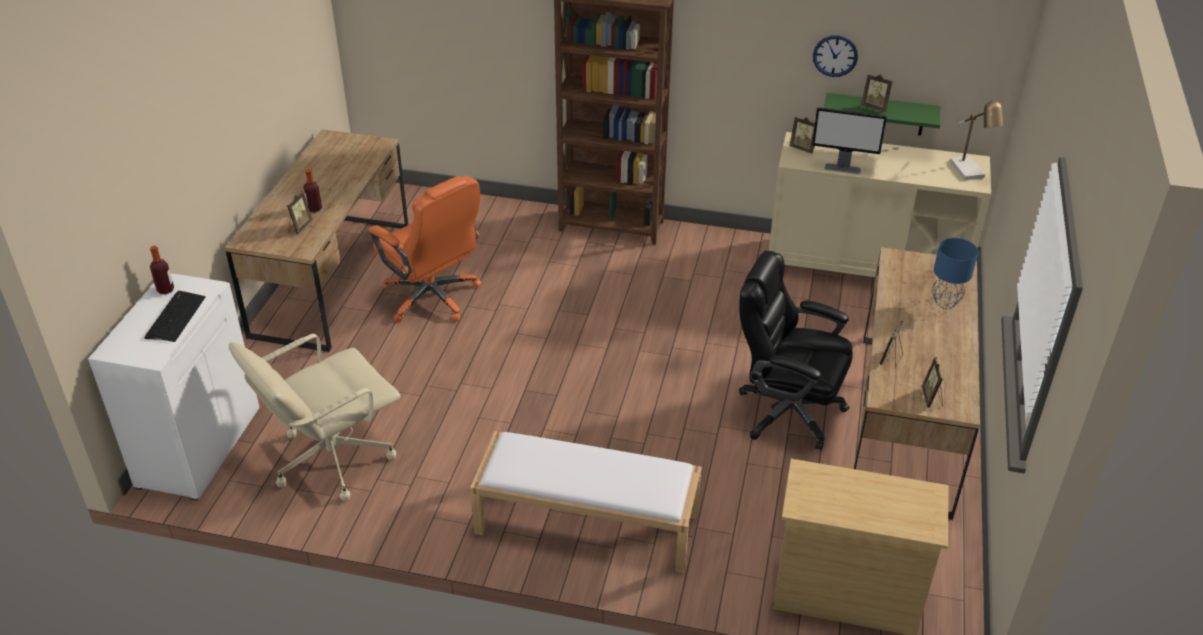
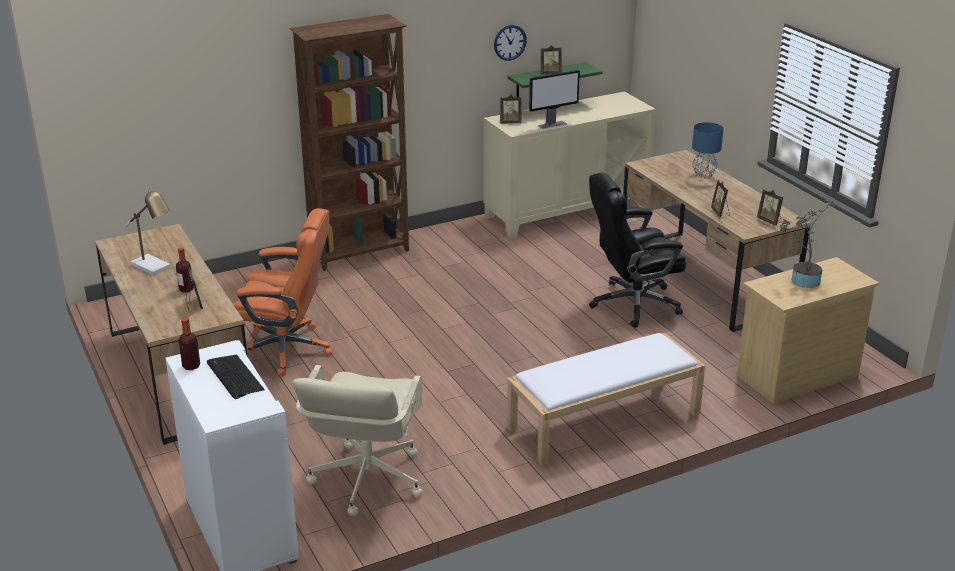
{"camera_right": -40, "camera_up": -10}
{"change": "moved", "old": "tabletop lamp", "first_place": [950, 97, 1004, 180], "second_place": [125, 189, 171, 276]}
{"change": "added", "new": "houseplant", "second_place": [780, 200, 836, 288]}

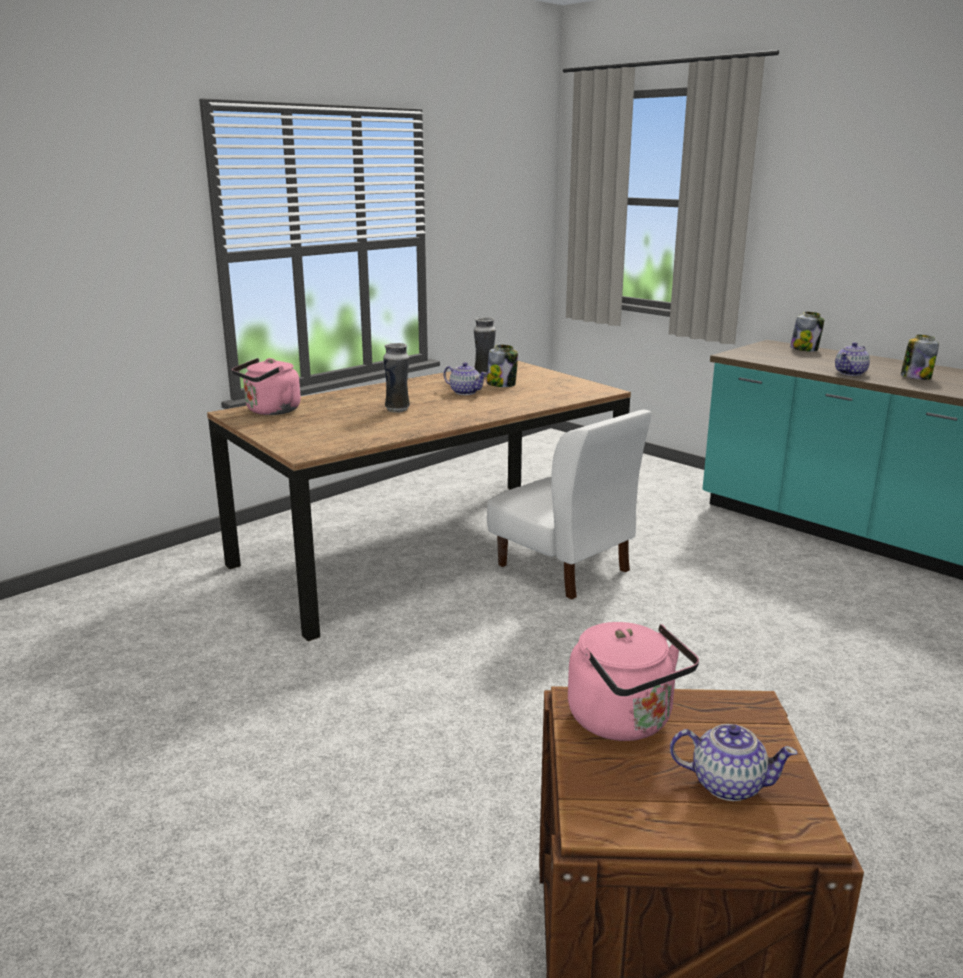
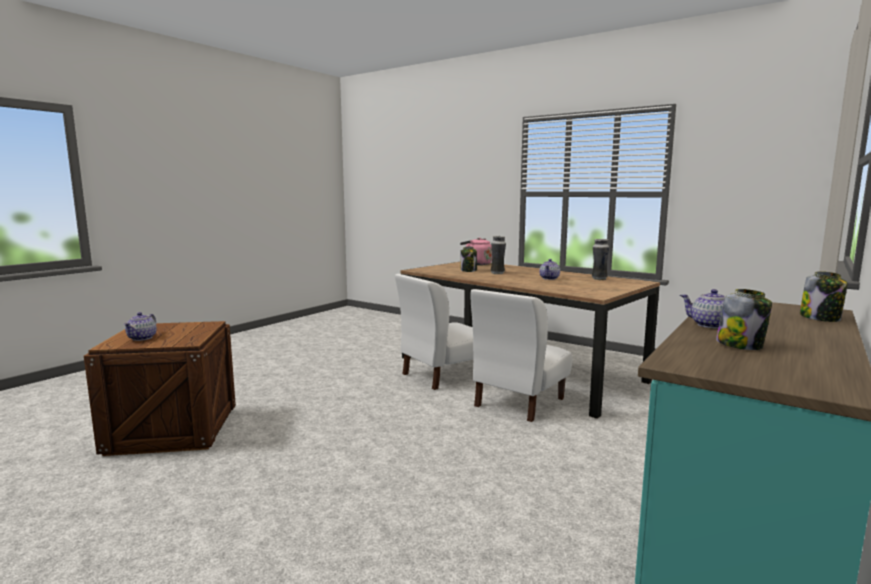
{"camera_right": 80, "camera_up": -10}
{"change": "moved", "old": "storage jar", "first_place": [486, 345, 518, 387], "second_place": [460, 246, 477, 272]}
{"change": "removed", "old": "pink tea kettle", "first_place": [568, 622, 699, 741]}
{"change": "added", "new": "white plain chair", "second_place": [395, 274, 473, 390]}

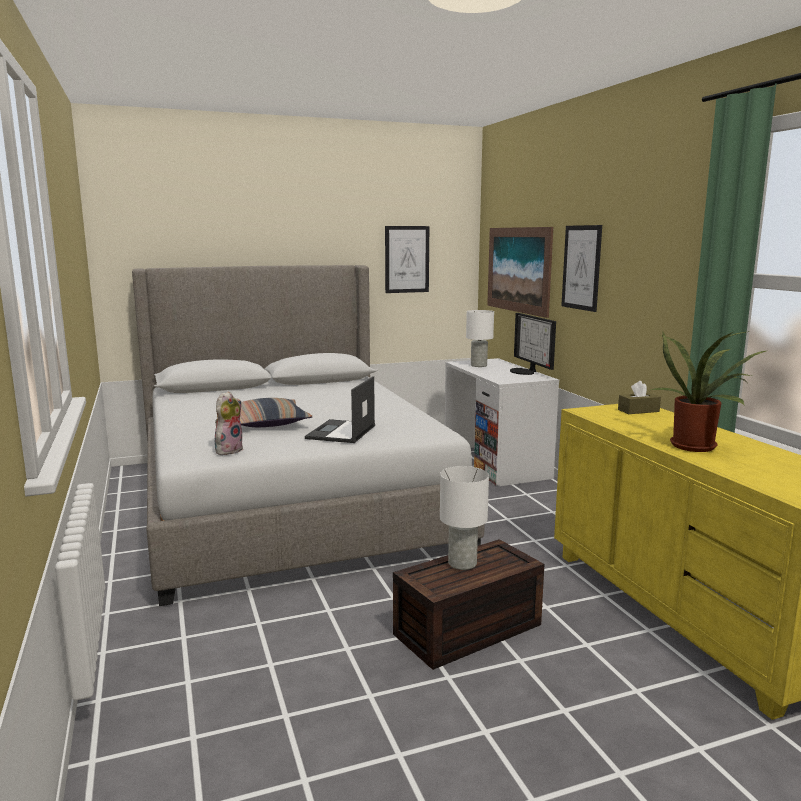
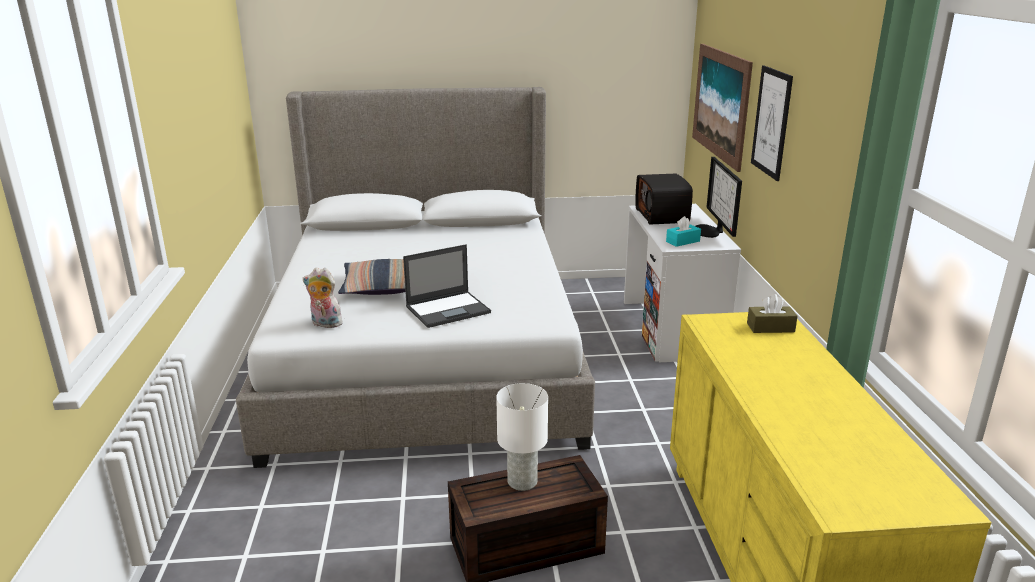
{"camera_right": 15, "camera_up": 10}
{"change": "turned", "old": "plush toy", "first_place": [215, 391, 243, 455], "second_place": [303, 267, 343, 328], "degrees": -120}
{"change": "turned", "old": "laptop", "first_place": [305, 376, 375, 443], "second_place": [403, 244, 491, 328], "degrees": -150}
{"change": "removed", "old": "wall art", "first_place": [385, 226, 429, 293]}
{"change": "replaced", "old": "white tabletop lamp", "new": "radio", "first_place": [466, 310, 494, 367], "second_place": [635, 174, 693, 225]}
{"change": "removed", "old": "houseplant", "first_place": [651, 331, 766, 452]}
{"change": "added", "new": "turquoise-coloured tissue holder", "second_place": [666, 216, 701, 247]}

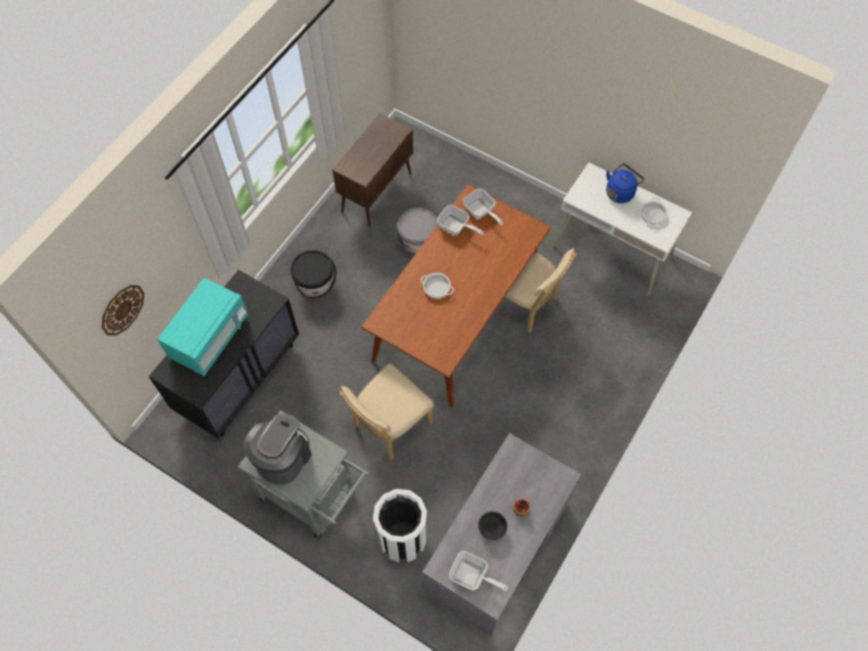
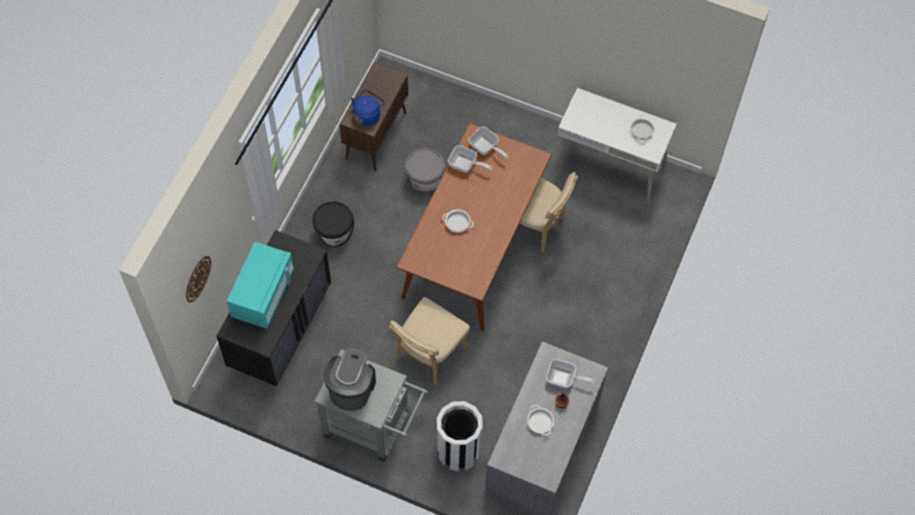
{"camera_right": -10, "camera_up": 0}
{"change": "moved", "old": "pan", "first_place": [449, 551, 508, 591], "second_place": [546, 359, 595, 388]}
{"change": "replaced", "old": "blackish bowl", "new": "saucepot", "first_place": [478, 511, 507, 540], "second_place": [527, 405, 554, 436]}
{"change": "moved", "old": "blue tea kettle", "first_place": [606, 164, 644, 203], "second_place": [351, 90, 385, 126]}

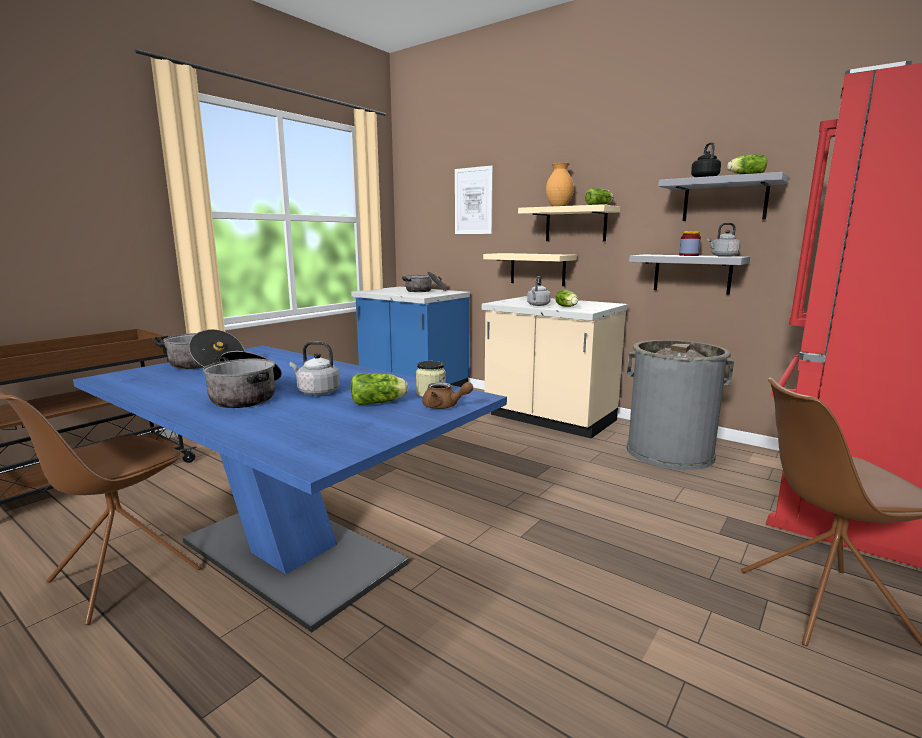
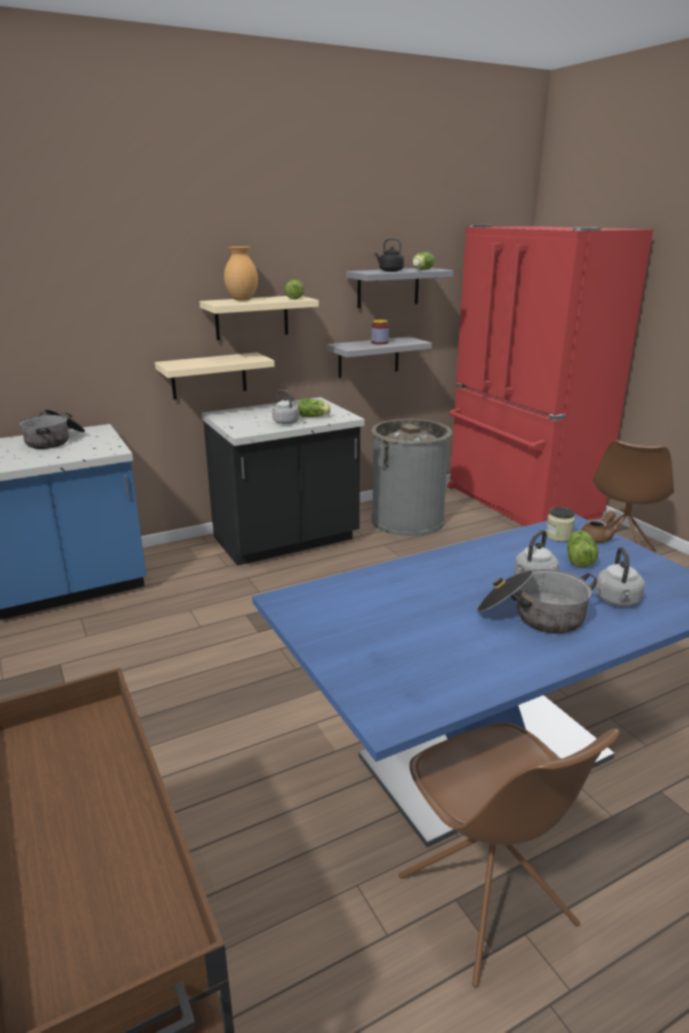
{"camera_right": -65, "camera_up": 10}
{"change": "removed", "old": "saucepot", "first_place": [153, 329, 245, 369]}
{"change": "removed", "old": "wall art", "first_place": [455, 166, 493, 234]}
{"change": "recoloured", "old": "beige-coloured kitchen base unit", "new": "blackish kitchen base unit", "first_place": [482, 296, 628, 438], "second_place": [201, 397, 365, 566]}
{"change": "moved", "old": "gray tea kettle", "first_place": [708, 223, 741, 257], "second_place": [595, 547, 645, 606]}

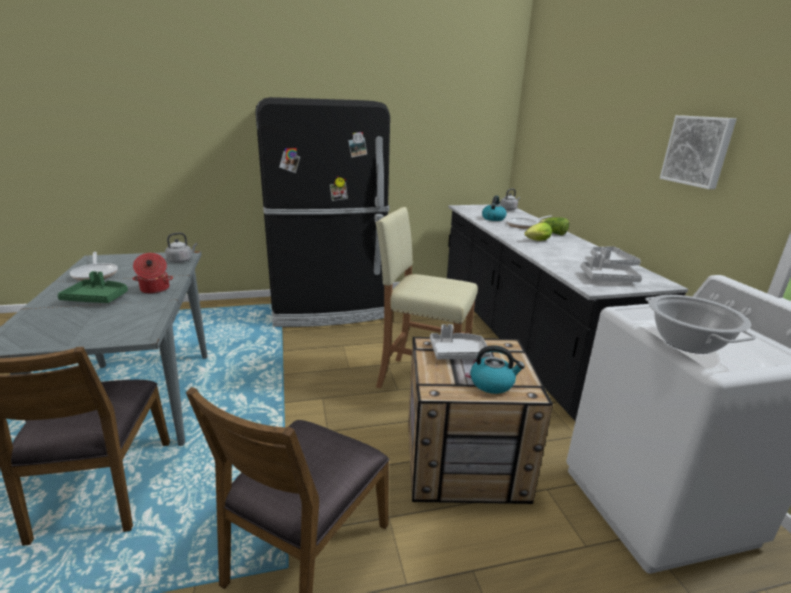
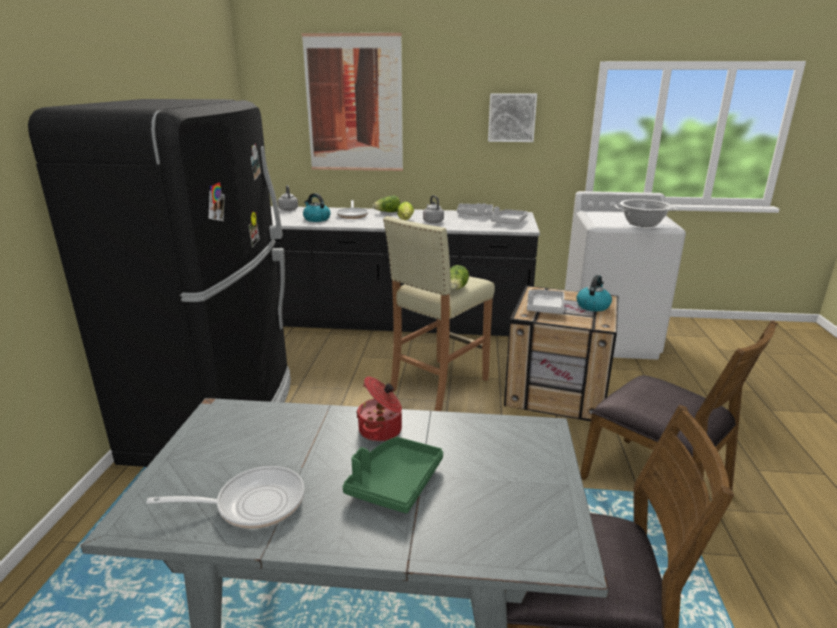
{"camera_right": -70, "camera_up": 0}
{"change": "moved", "old": "gray tea kettle", "first_place": [165, 232, 198, 263], "second_place": [423, 195, 444, 223]}
{"change": "added", "new": "wall art", "second_place": [302, 32, 403, 171]}
{"change": "added", "new": "lettuce", "second_place": [450, 265, 469, 290]}

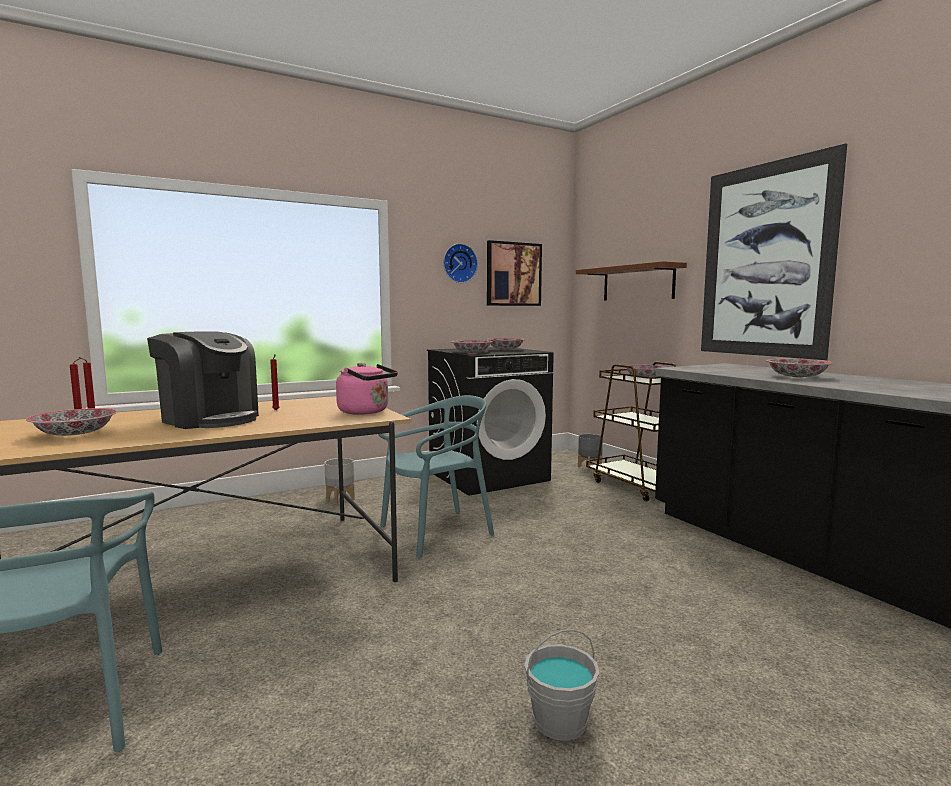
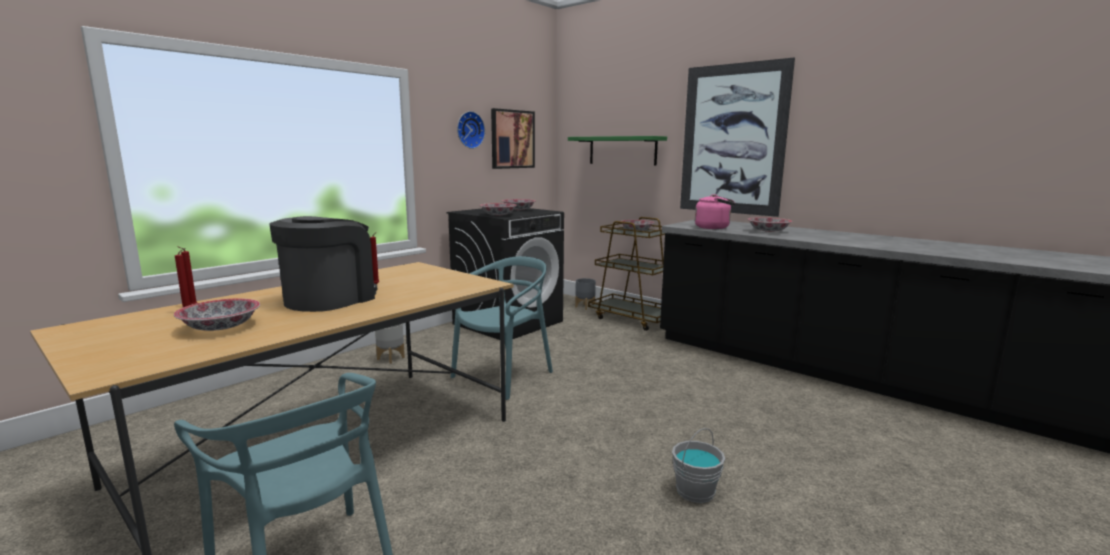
{"camera_right": -20, "camera_up": 5}
{"change": "turned", "old": "coffee machine", "first_place": [147, 331, 259, 429], "second_place": [269, 216, 377, 312], "degrees": -75}
{"change": "moved", "old": "pink tea kettle", "first_place": [336, 363, 398, 415], "second_place": [695, 194, 735, 229]}
{"change": "recoloured", "old": "brown-coloured wall shelf", "new": "green wall shelf", "first_place": [576, 261, 687, 301], "second_place": [568, 136, 667, 165]}

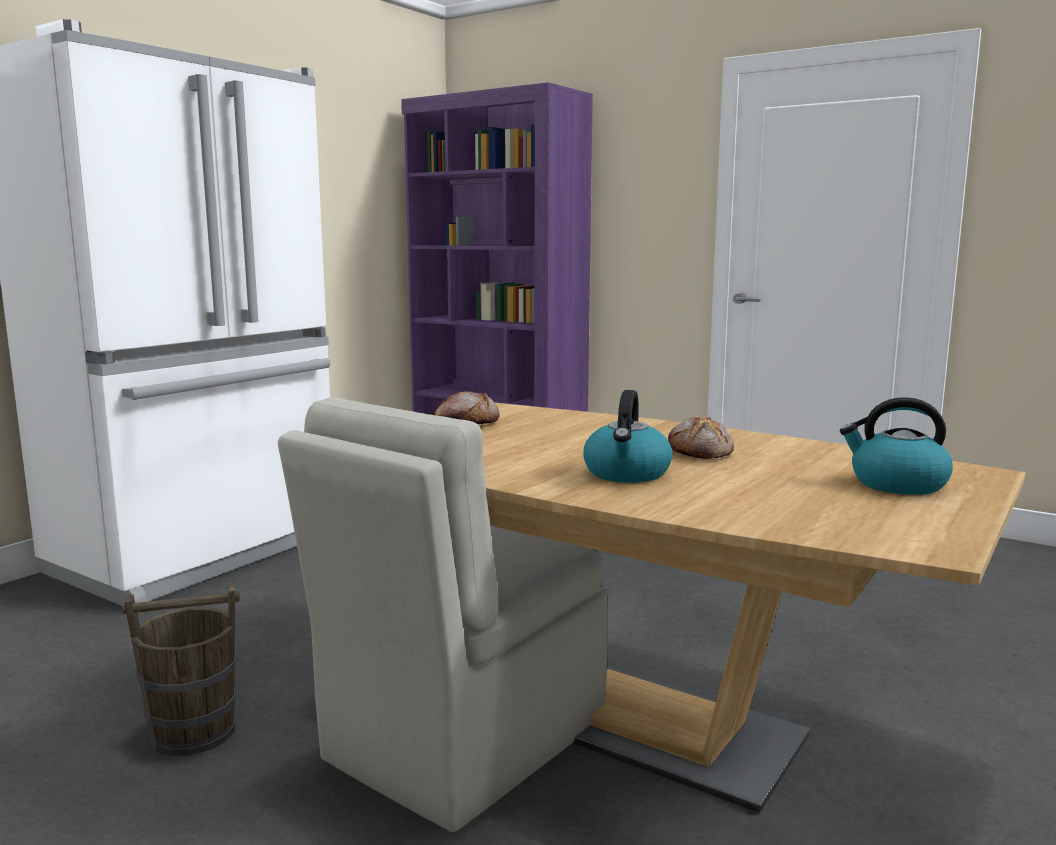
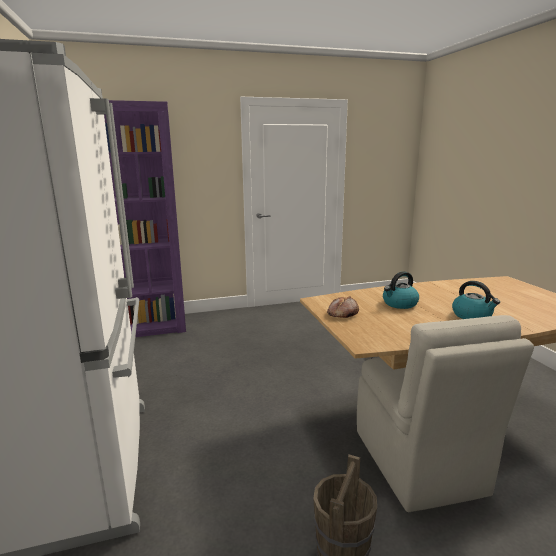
{"camera_right": -50, "camera_up": 5}
{"change": "removed", "old": "baked bread", "first_place": [668, 417, 734, 459]}
{"change": "moved", "old": "tea kettle", "first_place": [840, 397, 953, 495], "second_place": [383, 271, 419, 309]}

